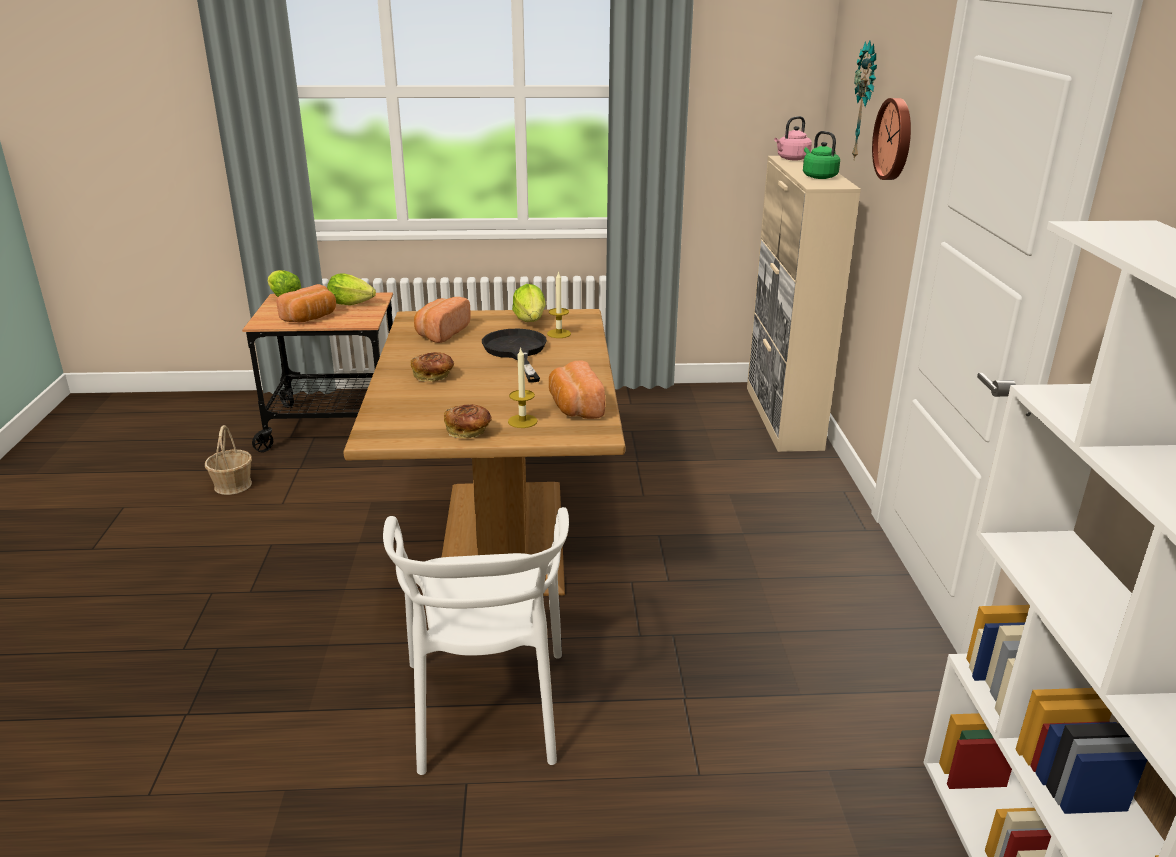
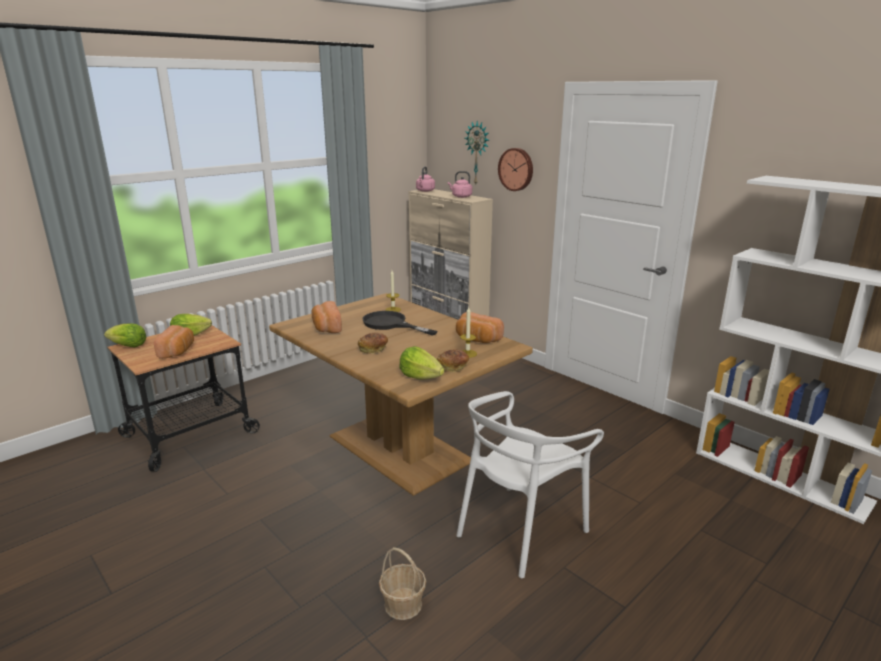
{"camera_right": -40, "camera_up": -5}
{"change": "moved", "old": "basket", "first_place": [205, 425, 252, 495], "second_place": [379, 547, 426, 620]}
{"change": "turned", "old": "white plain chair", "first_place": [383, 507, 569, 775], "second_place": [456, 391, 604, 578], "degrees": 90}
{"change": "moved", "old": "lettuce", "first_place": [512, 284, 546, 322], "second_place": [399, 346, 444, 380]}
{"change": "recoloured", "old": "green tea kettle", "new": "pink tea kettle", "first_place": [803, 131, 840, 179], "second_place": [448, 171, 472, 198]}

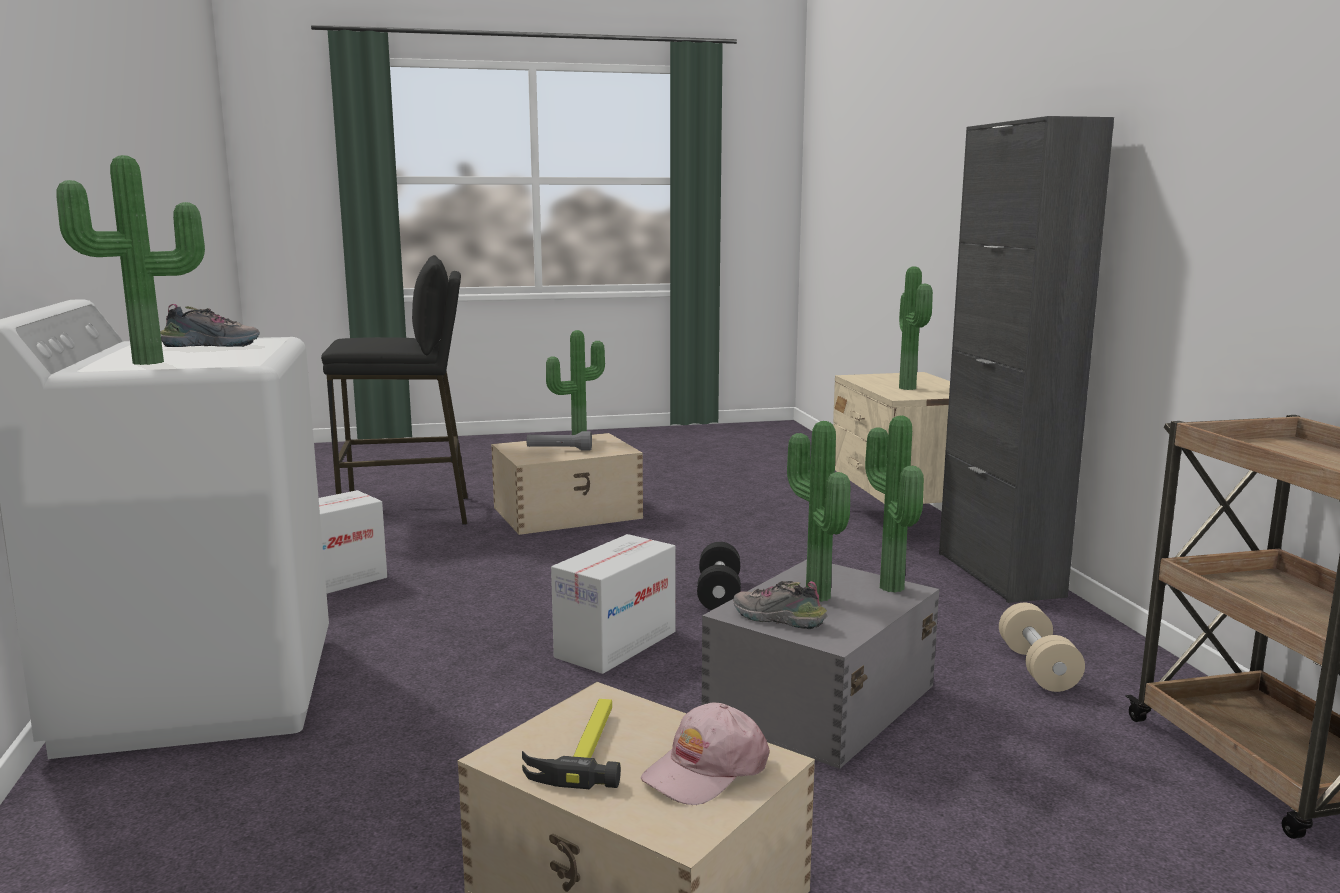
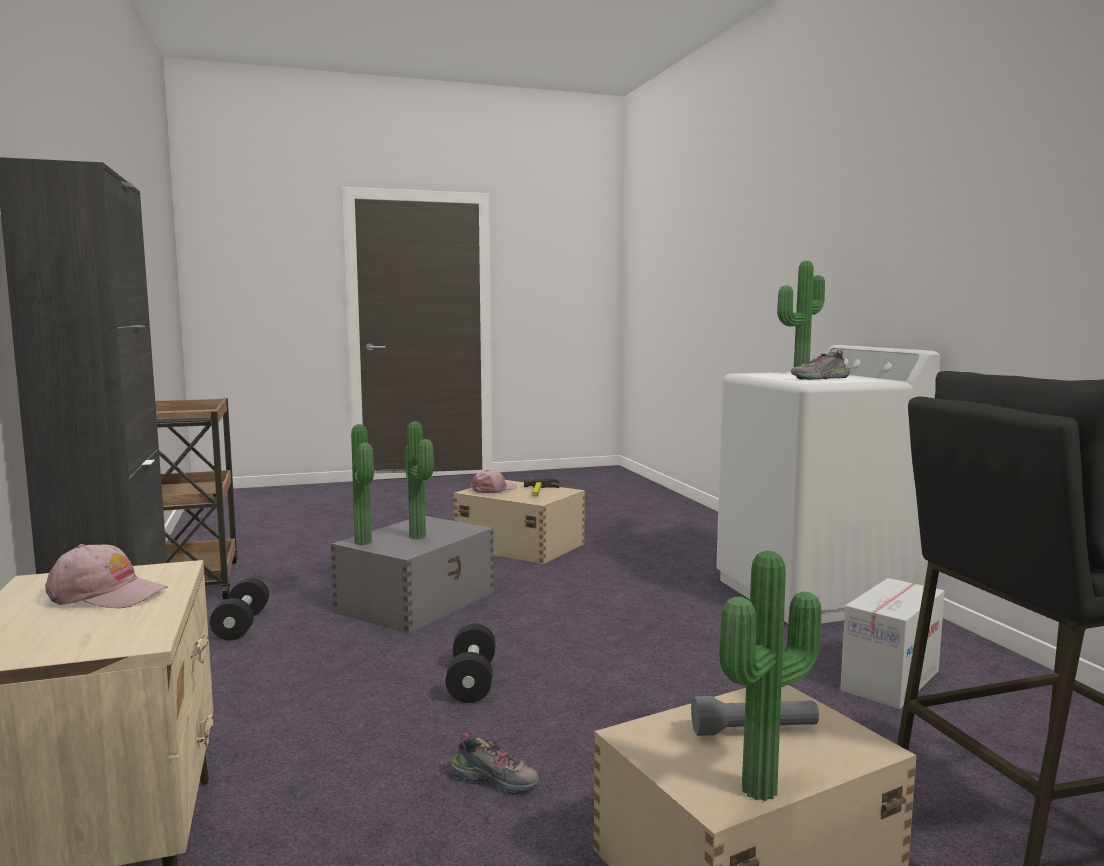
{"camera_right": 175, "camera_up": -5}
{"change": "removed", "old": "packing box", "first_place": [551, 534, 676, 674]}
{"change": "moved", "old": "item of footwear", "first_place": [733, 581, 828, 629], "second_place": [450, 733, 540, 794]}
{"change": "replaced", "old": "houseplant", "new": "pink baseball cap", "first_place": [899, 266, 933, 390], "second_place": [45, 544, 168, 608]}
{"change": "recoloured", "old": "beige-coloured free weight", "new": "blackish free weight", "first_place": [999, 603, 1085, 692], "second_place": [210, 578, 269, 641]}

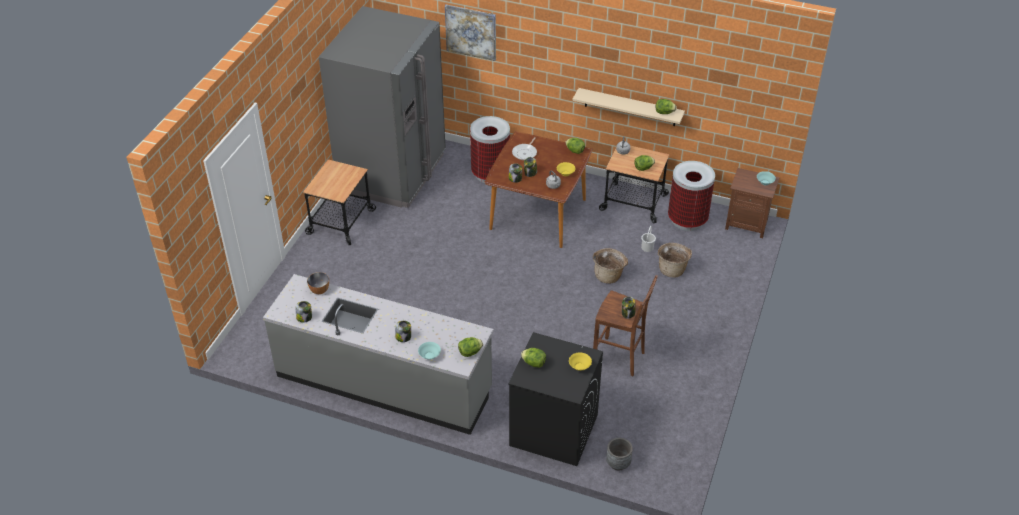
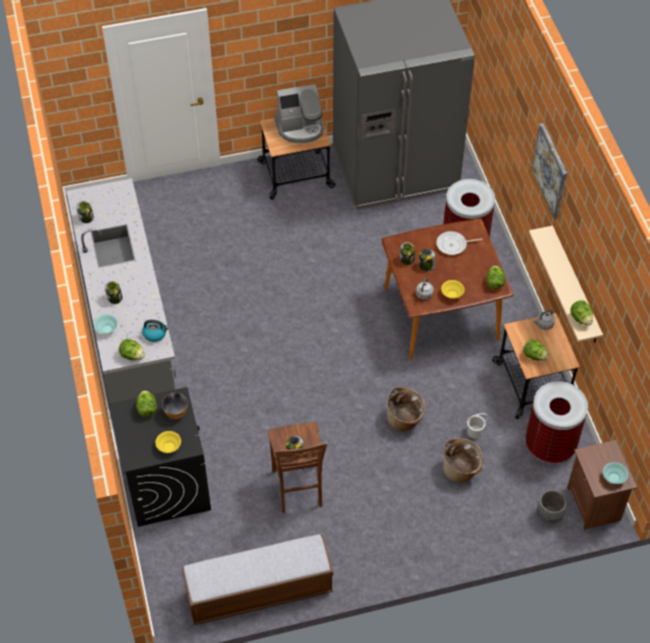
{"camera_right": 55, "camera_up": 10}
{"change": "moved", "old": "bowl", "first_place": [307, 272, 329, 294], "second_place": [162, 393, 188, 419]}
{"change": "moved", "old": "wall art", "first_place": [445, 4, 496, 61], "second_place": [531, 123, 567, 220]}
{"change": "moved", "old": "gray flower pot", "first_place": [606, 438, 633, 470], "second_place": [537, 489, 567, 523]}
{"change": "added", "new": "tea kettle", "second_place": [142, 320, 169, 342]}
{"change": "added", "new": "indoor bench", "second_place": [182, 534, 333, 625]}
{"change": "added", "new": "coffee machine", "second_place": [274, 84, 324, 143]}

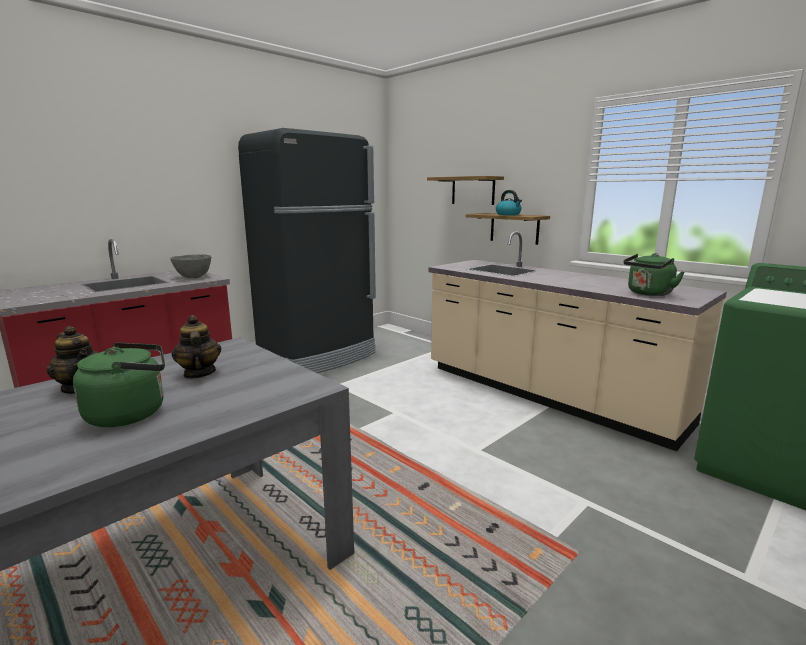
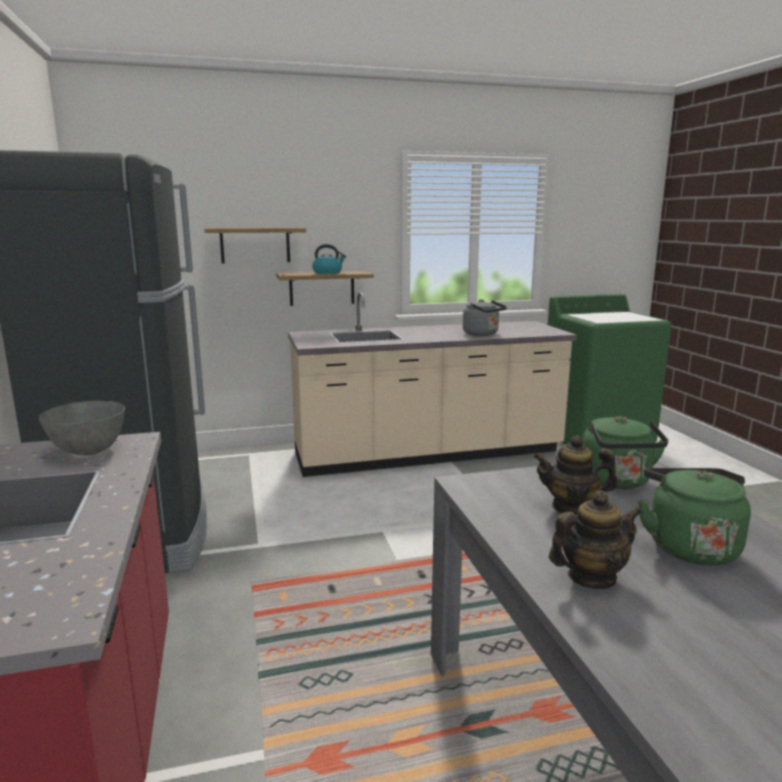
{"camera_right": -60, "camera_up": 0}
{"change": "moved", "old": "green tea kettle", "first_place": [623, 253, 685, 296], "second_place": [582, 416, 668, 489]}
{"change": "added", "new": "gray tea kettle", "second_place": [463, 299, 507, 336]}

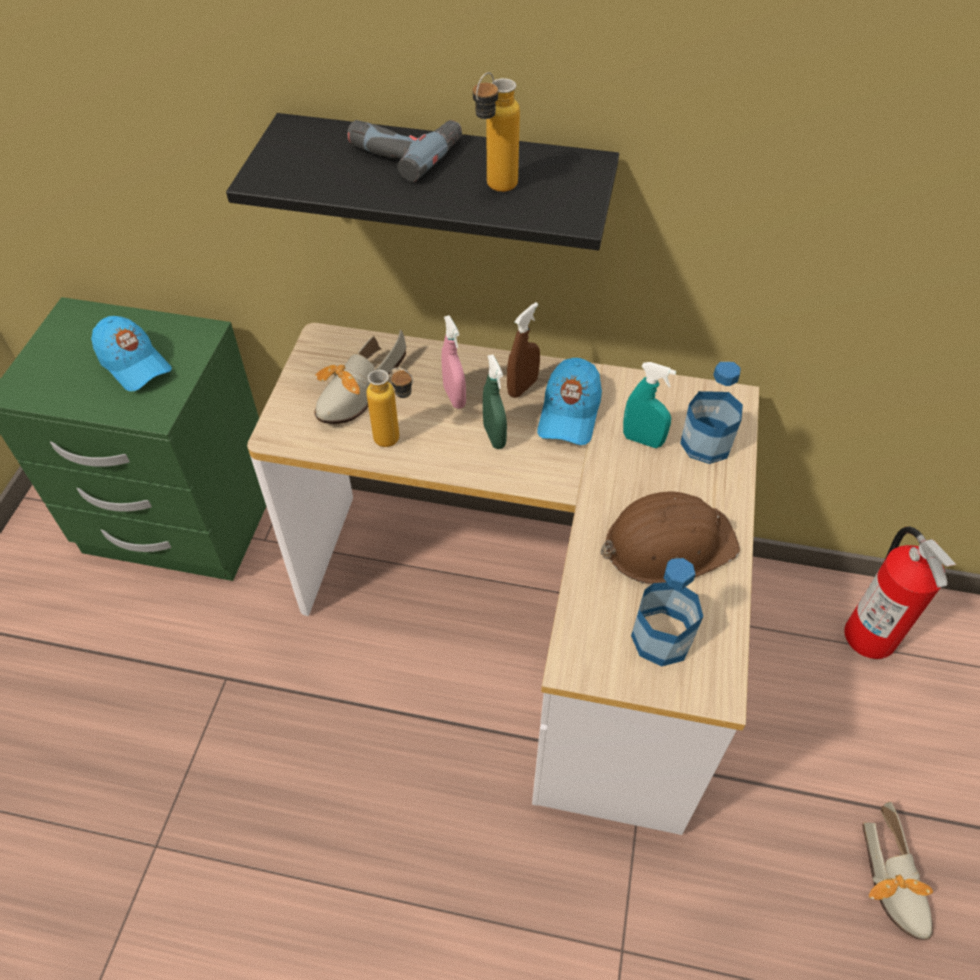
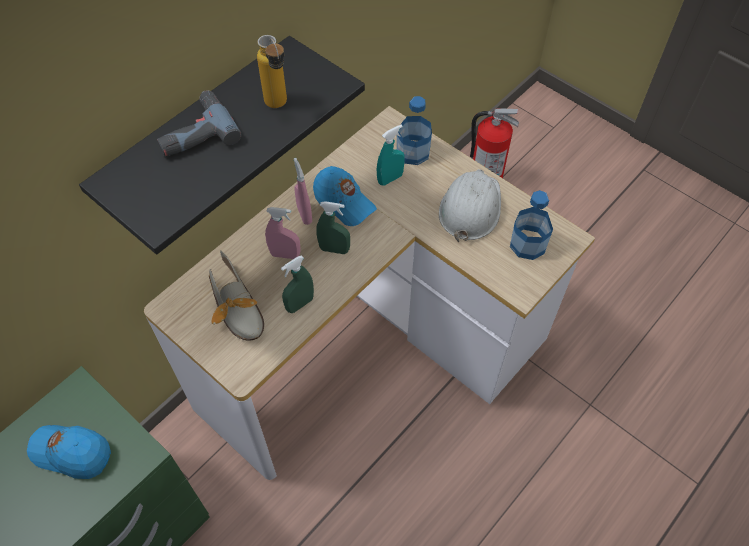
{"camera_right": -60, "camera_up": 5}
{"change": "turned", "old": "blue baseball cap", "first_place": [91, 316, 172, 391], "second_place": [27, 425, 111, 479], "degrees": -150}
{"change": "replaced", "old": "bottle", "new": "green spray bottle", "first_place": [367, 368, 413, 447], "second_place": [281, 255, 314, 313]}
{"change": "recoloured", "old": "brown-coloured spray bottle", "new": "pink spray bottle", "first_place": [507, 302, 540, 398], "second_place": [294, 158, 312, 225]}
{"change": "recoloured", "old": "brown-coloured hard hat", "new": "white hard hat", "first_place": [601, 492, 740, 584], "second_place": [439, 169, 501, 242]}
{"change": "removed", "old": "item of footwear", "first_place": [862, 802, 933, 940]}

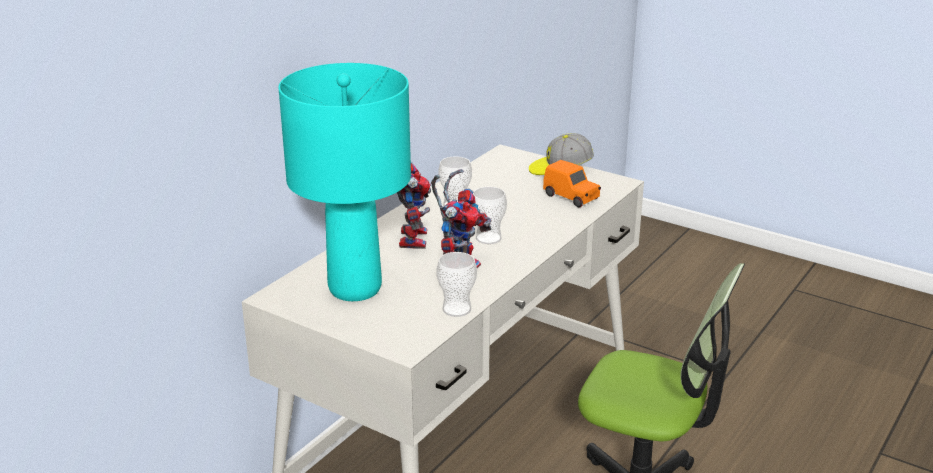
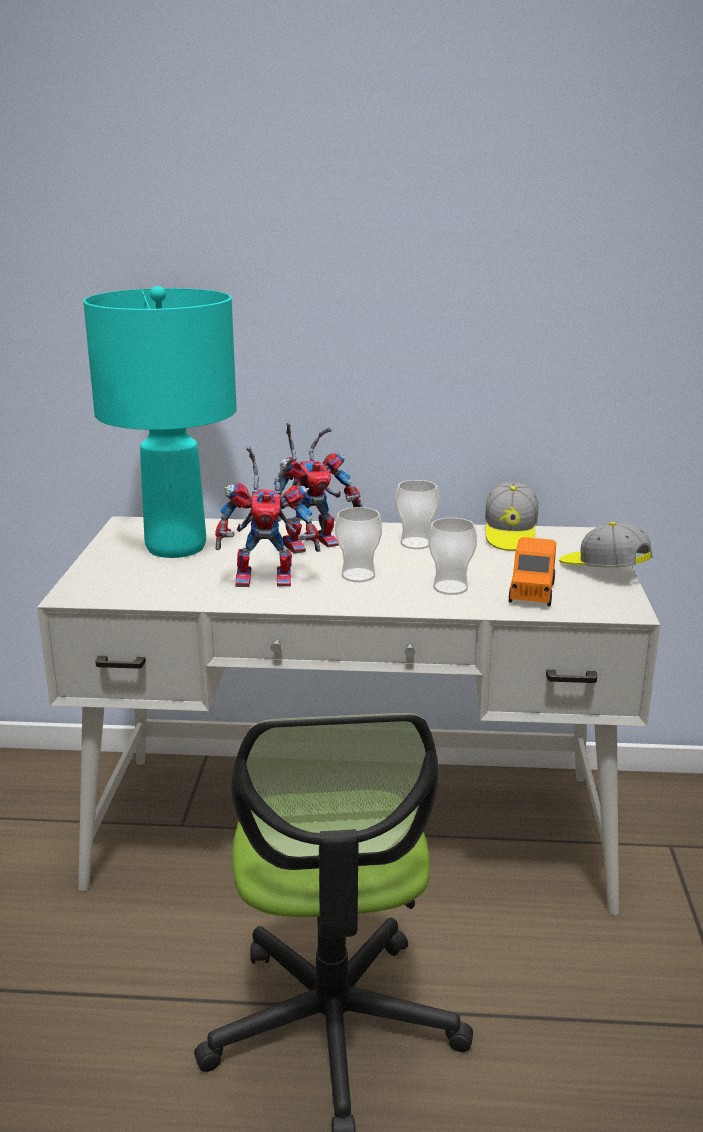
{"camera_right": 60, "camera_up": -5}
{"change": "moved", "old": "small cup", "first_place": [436, 252, 477, 317], "second_place": [428, 518, 477, 595]}
{"change": "added", "new": "baseball cap", "second_place": [485, 482, 538, 551]}

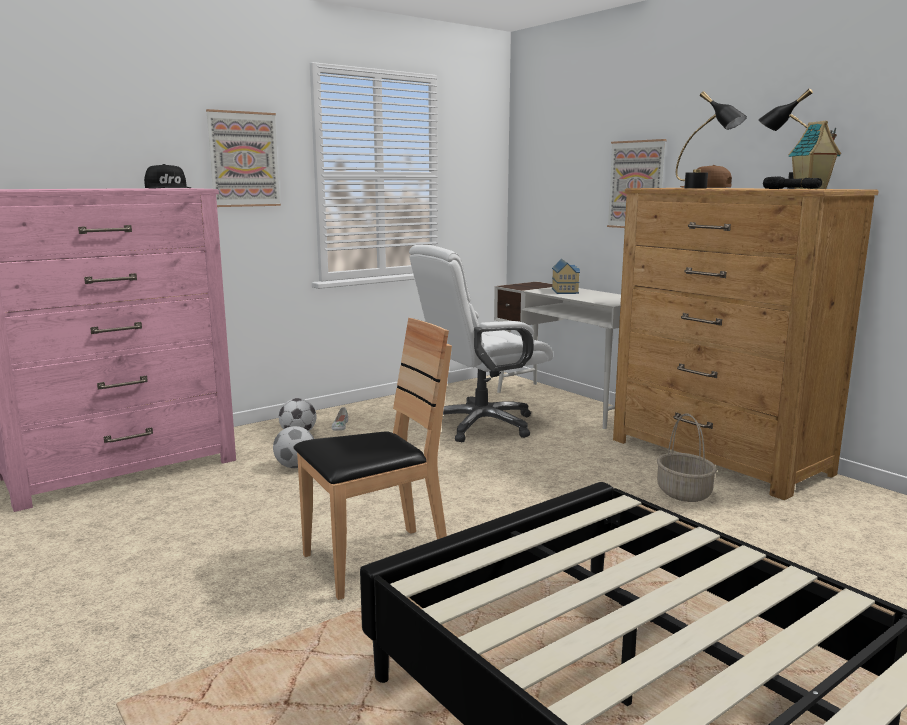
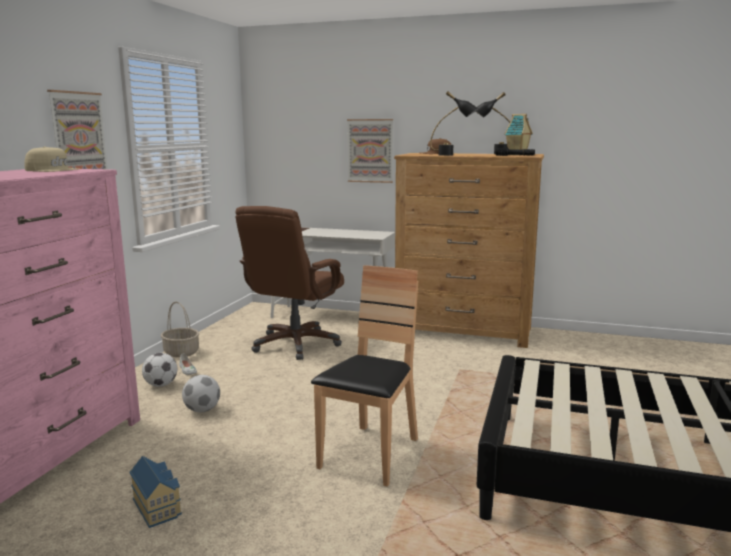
{"camera_right": -35, "camera_up": 0}
{"change": "recoloured", "old": "blackish baseball cap", "new": "beige-coloured baseball cap", "first_place": [144, 164, 191, 189], "second_place": [24, 146, 79, 172]}
{"change": "recoloured", "old": "white office chair", "new": "brown-coloured office chair", "first_place": [409, 245, 553, 442], "second_place": [235, 206, 344, 360]}
{"change": "moved", "old": "miniature house", "first_place": [552, 259, 580, 294], "second_place": [130, 456, 182, 528]}
{"change": "moved", "old": "basket", "first_place": [657, 413, 717, 502], "second_place": [161, 302, 199, 358]}

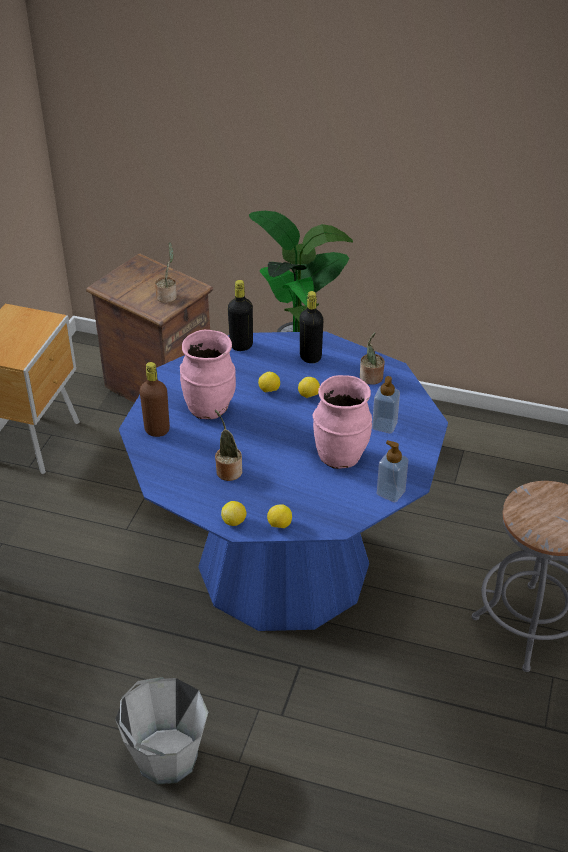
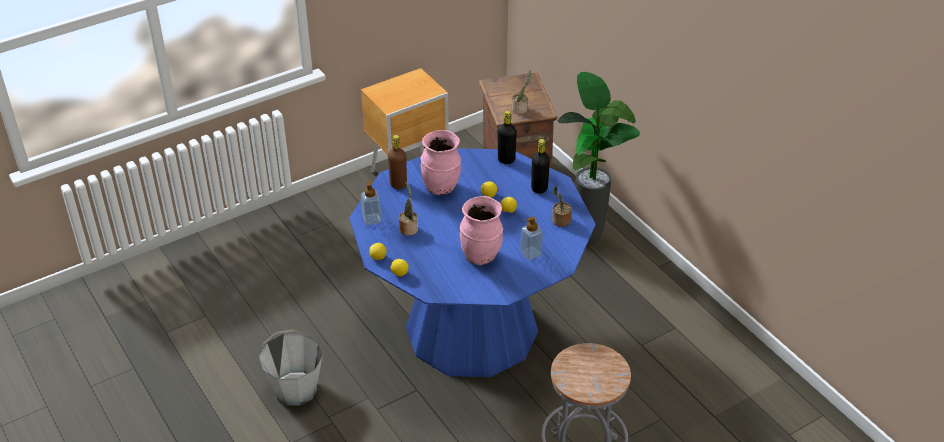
{"camera_right": 40, "camera_up": 0}
{"change": "moved", "old": "soap dispenser", "first_place": [377, 440, 409, 502], "second_place": [361, 180, 381, 225]}

